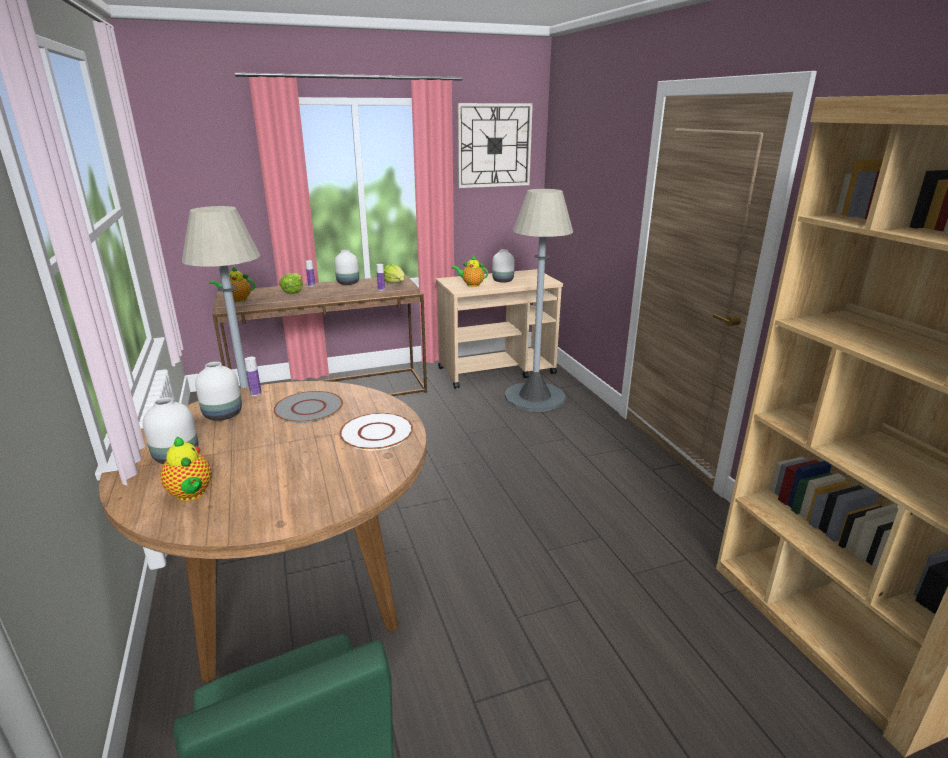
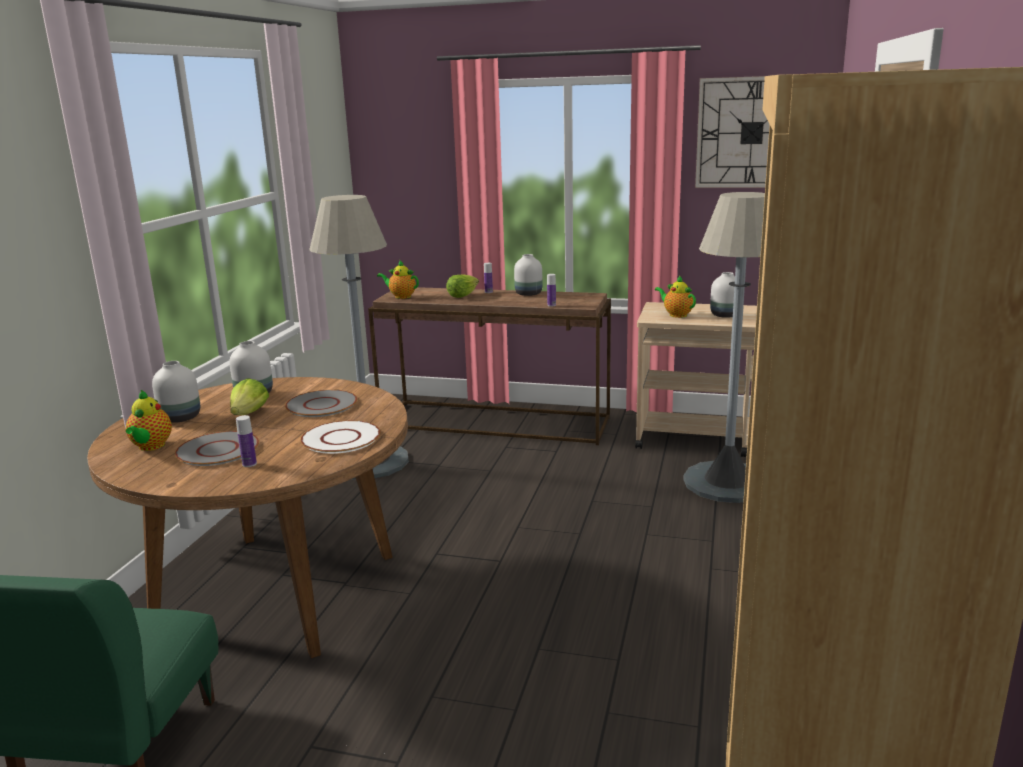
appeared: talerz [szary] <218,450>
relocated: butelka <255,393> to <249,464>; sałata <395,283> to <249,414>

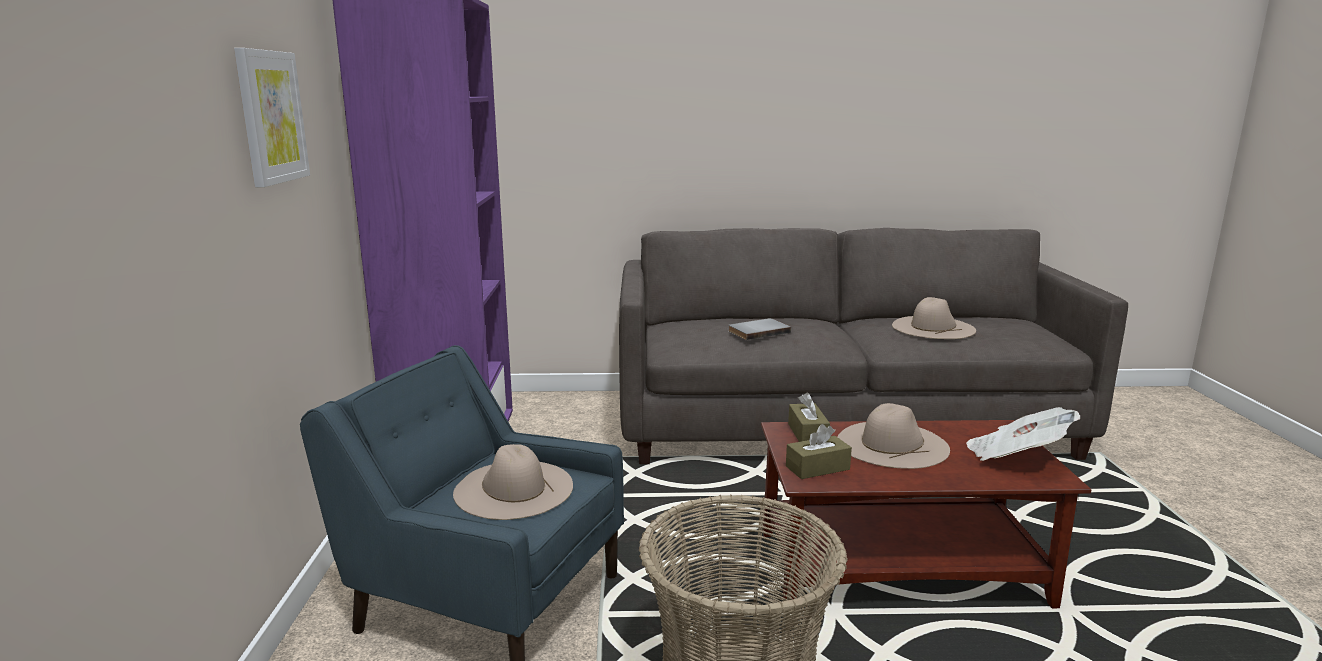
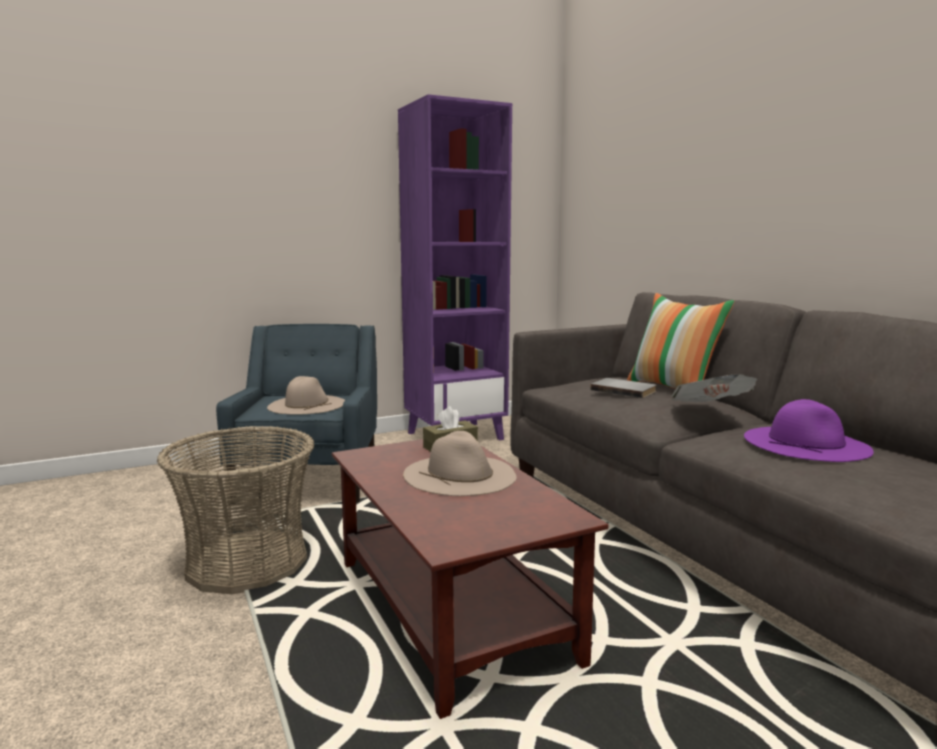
missing: obraz <270,117>; pudełko chusteczek [brązowy] <817,468>
appeared: poduszka <673,389>
relocated: gazeta <1015,457> to <710,411>
colour: kapelusz [beżowy] <933,327> to kapelusz [fioletowy] <806,443>

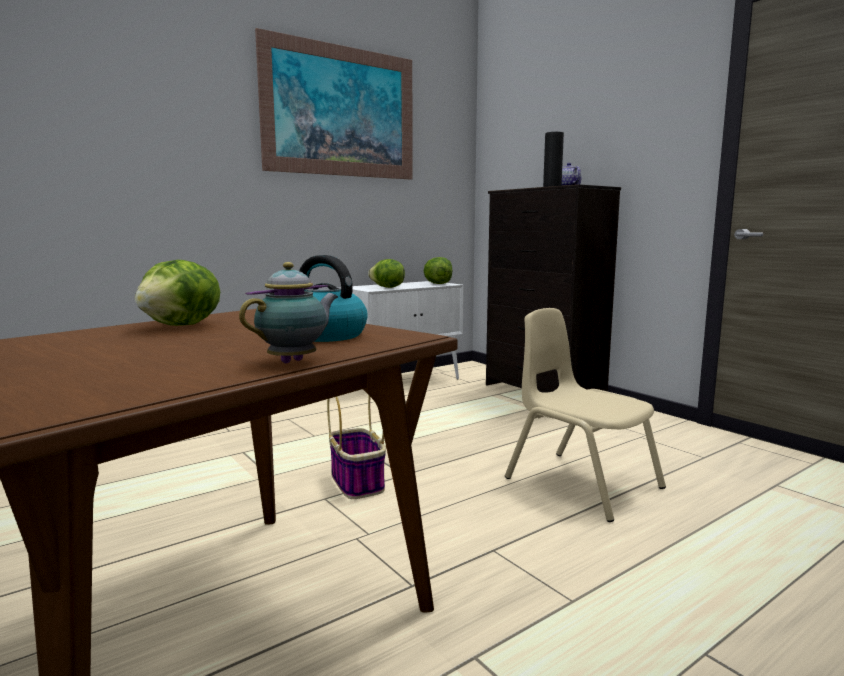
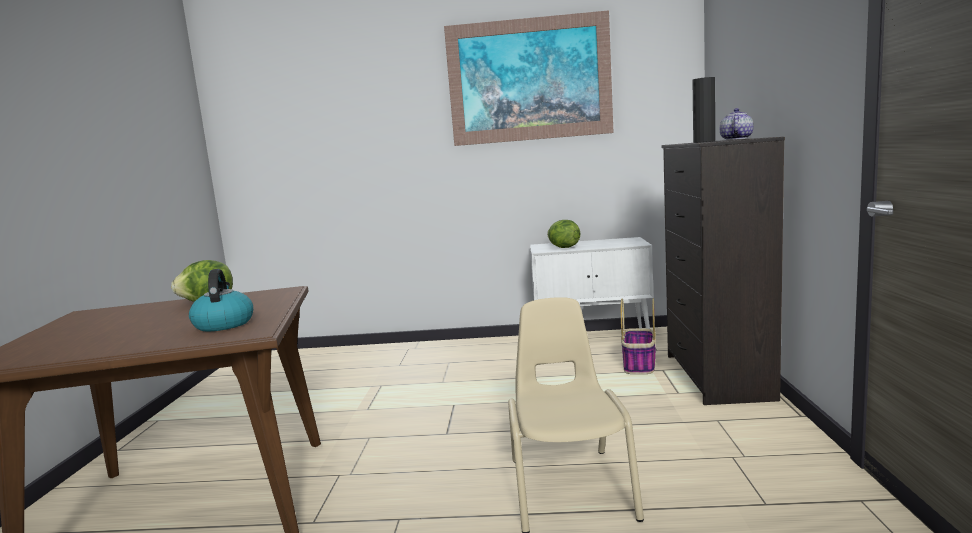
missing: imbryk <295,361>; sałata <438,284>
relocated: koszyk <358,482> to <639,365>

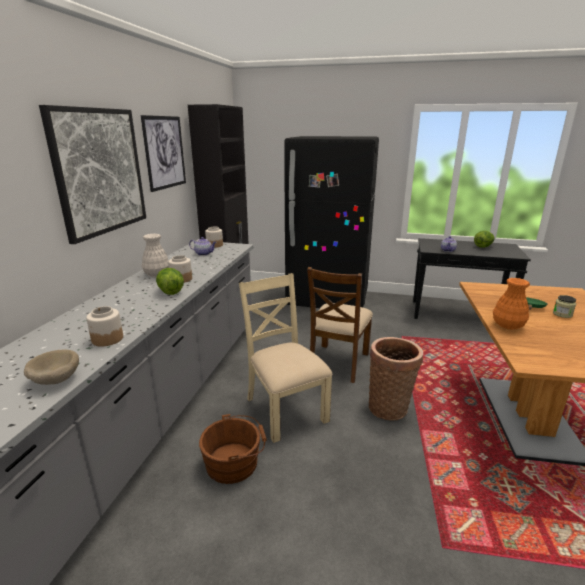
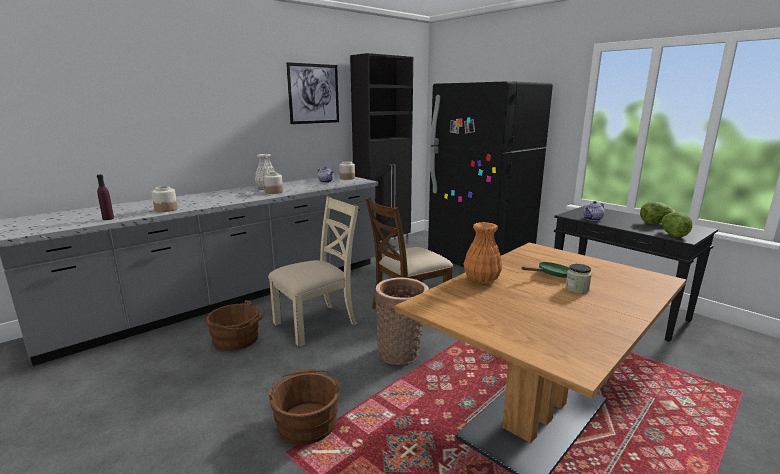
missing: obraz <100,172>
appeared: wiadro [brązowy] <307,421>
relocated: sałata <170,291> to <672,235>
exchanged: miska [beżowy] <55,380> to butelka [fioletowy] <108,218>
spun: krzesło [beżowy] <285,409> = <316,323> 45 degrees clockwise

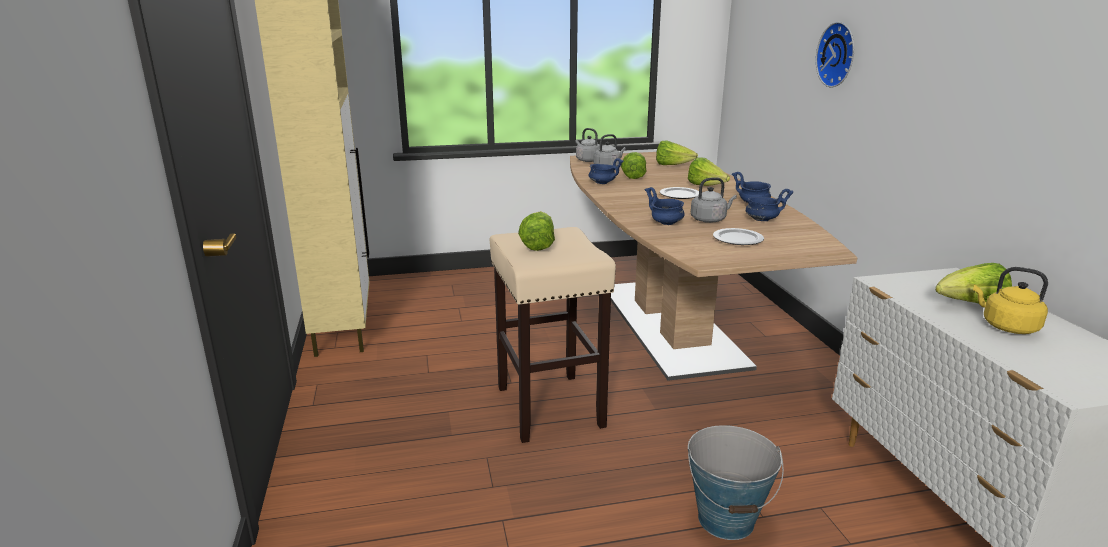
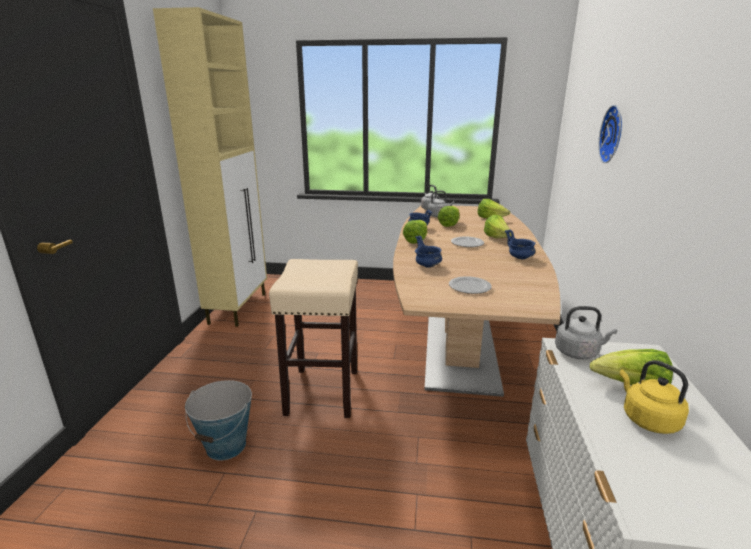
missing: miska [niebieski] <762,220>
relocated: sałata <538,244> to <416,240>; wiadro <726,519> to <226,446>; czajnik [szary] <710,220> to <578,352>

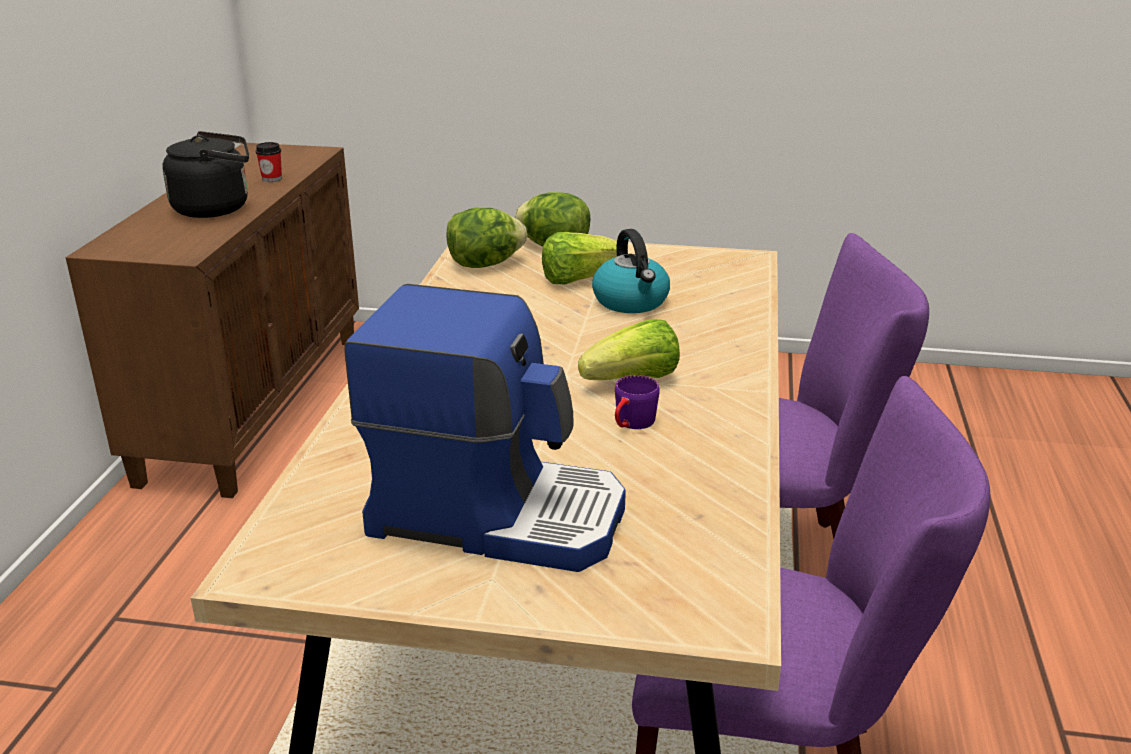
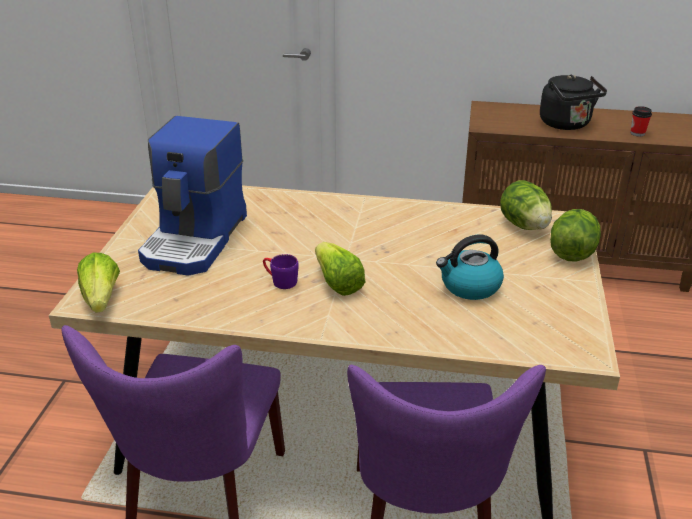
relocated: sałata <579,280> to <101,299>

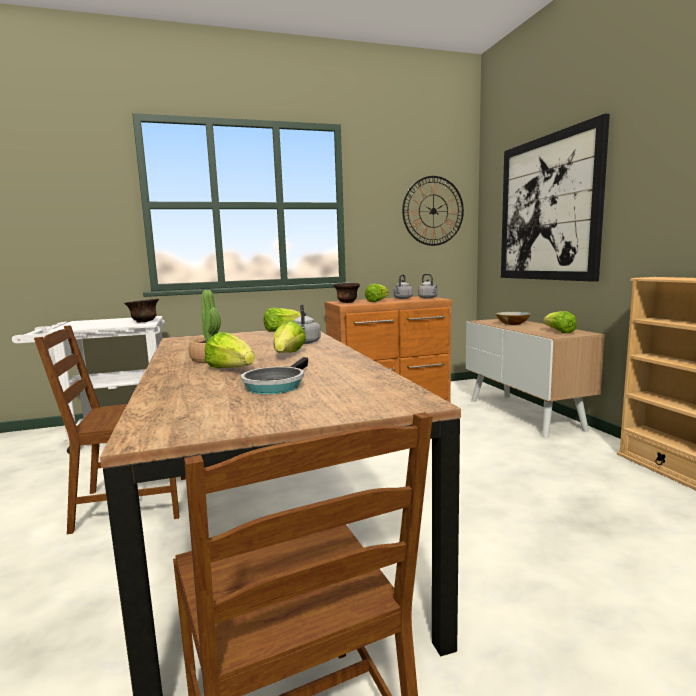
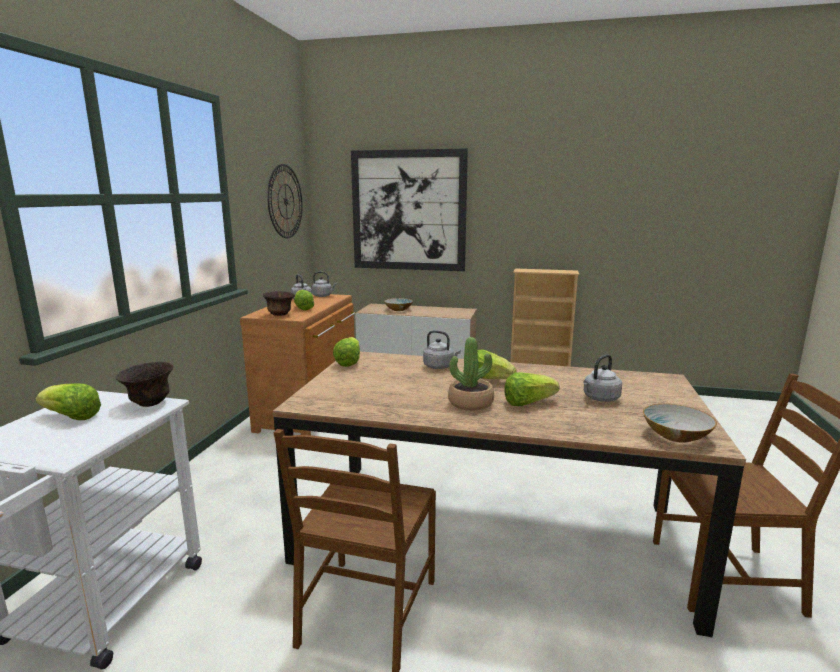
appeared: miska <675,435>
relocated: sałata <558,332> to <71,417>
exchanged: patelnia <276,385> to czajnik [szary] <600,398>

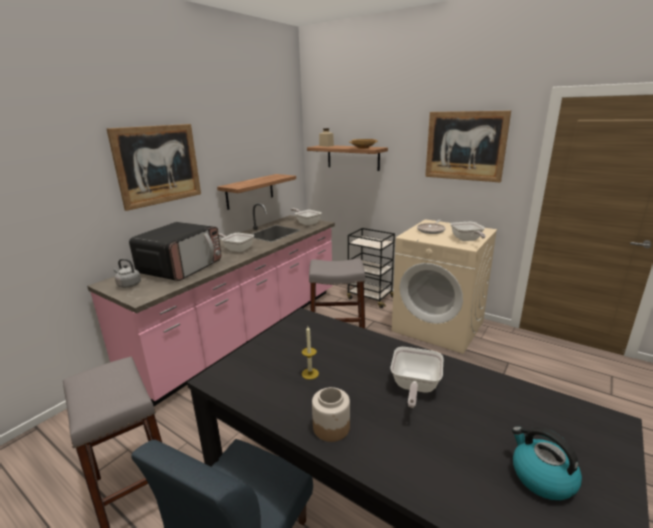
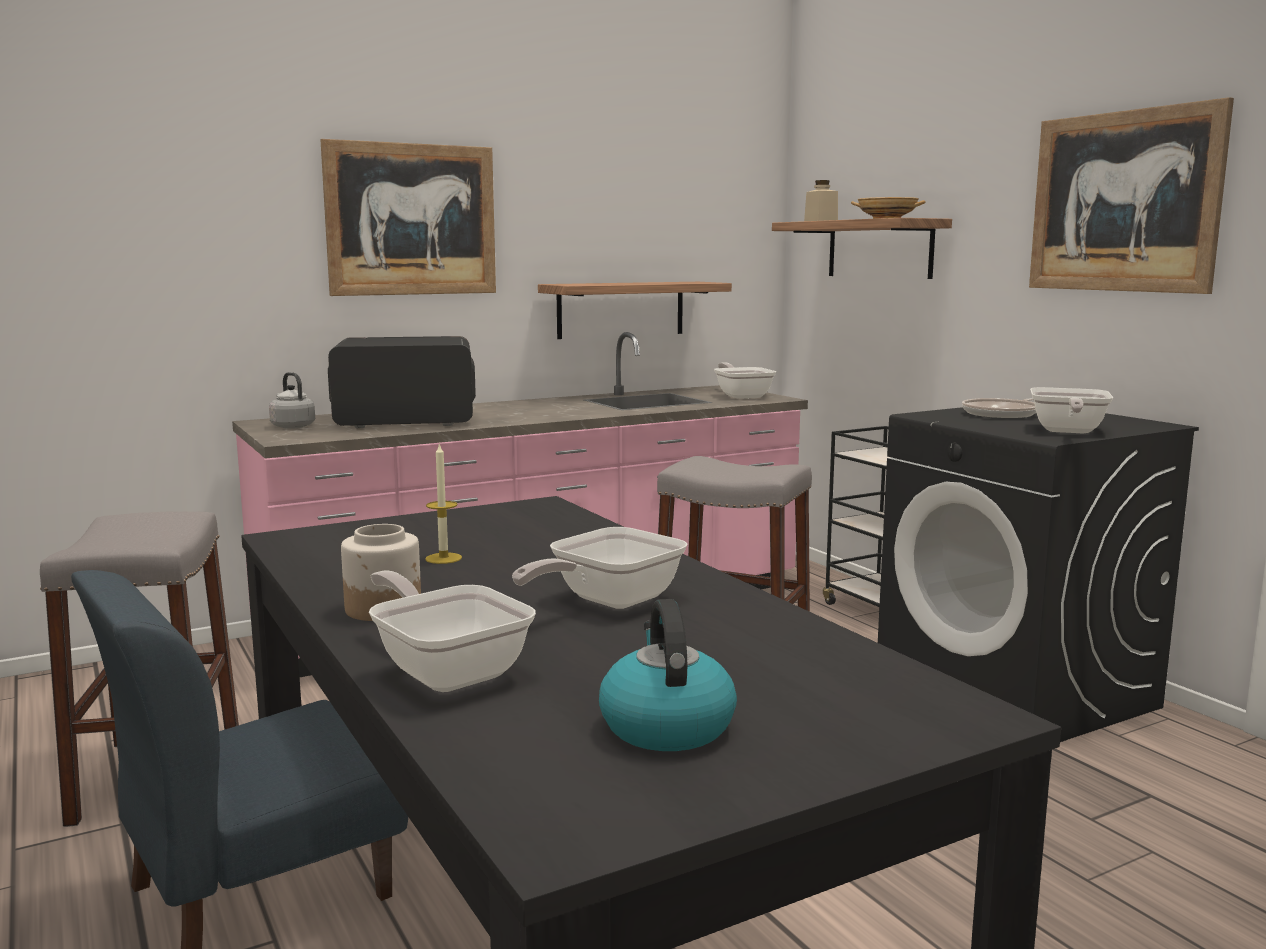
relocated: patelnia <236,249> to <446,670>
colour: pralka [beżowy] <438,326> to pralka [czarny] <1016,691>
spun: mikrofalówka <181,267> = <404,419> 150 degrees counterclockwise

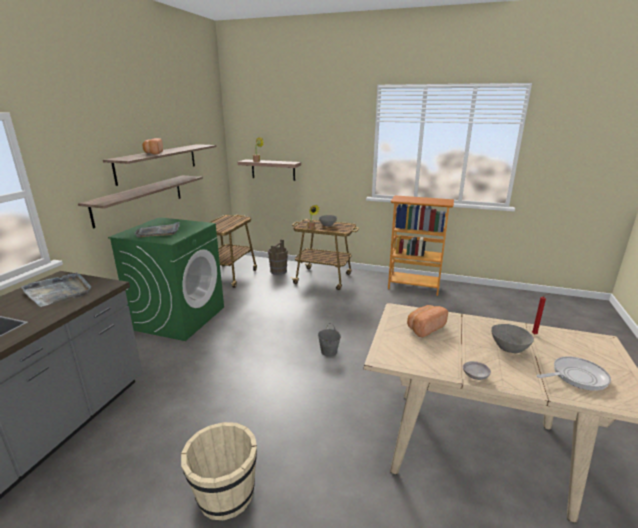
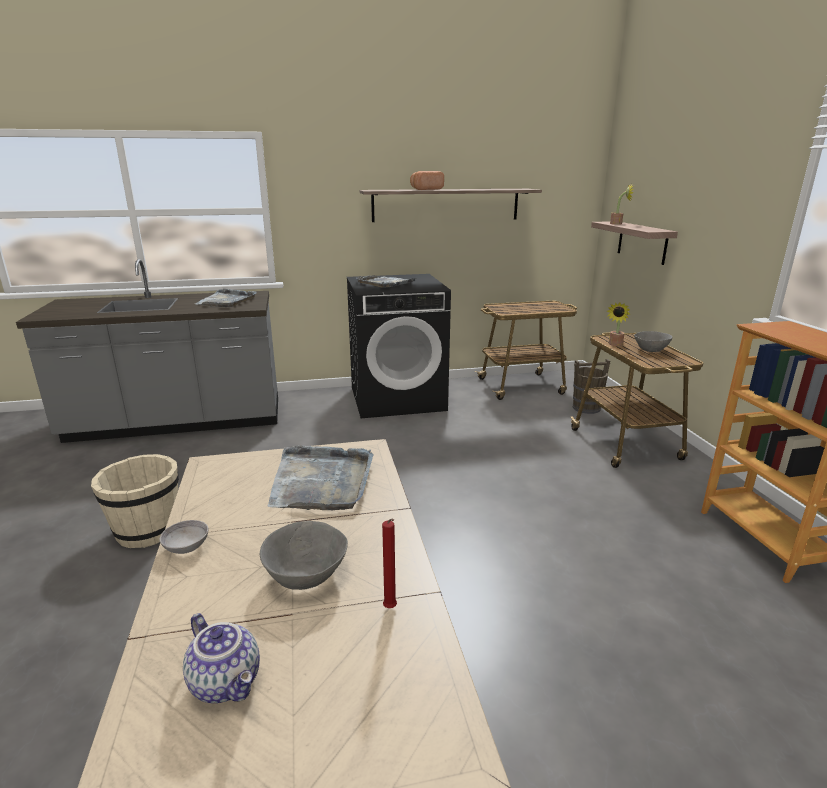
missing: półka <140,199>; wiadro [szary] <328,352>
exchanged: chleb <424,328> to taca [szary] <321,481>; patelnia <576,376> to imbryk <227,681>
colour: pralka [zielony] <179,317> to pralka [czarny] <398,398>

